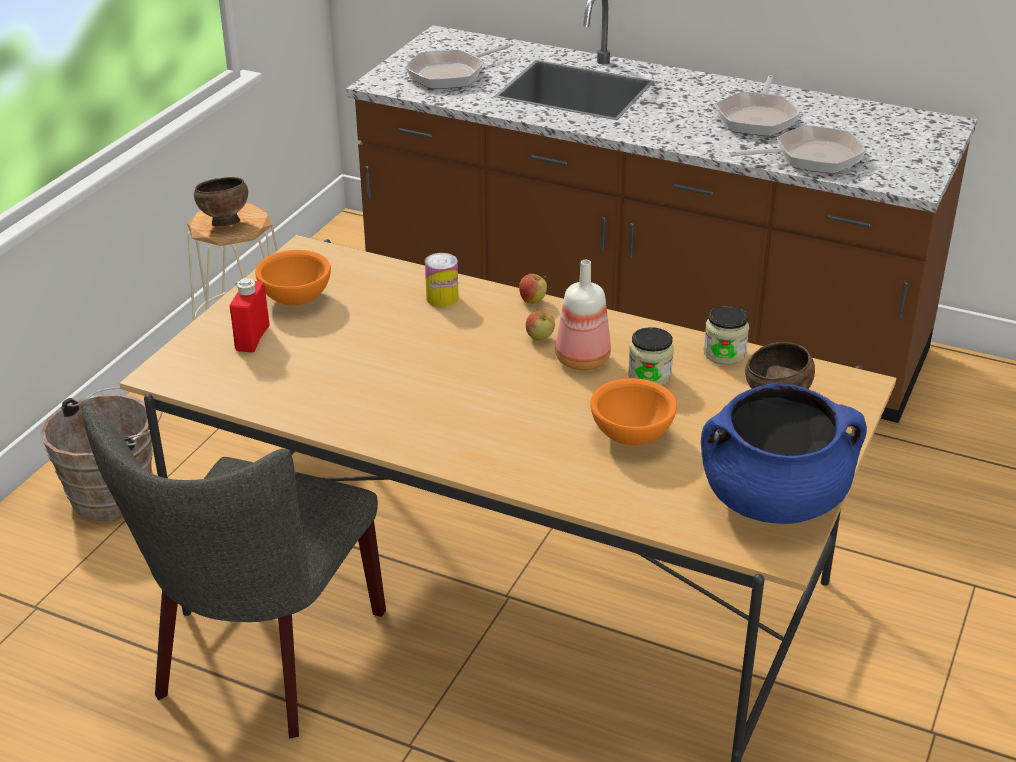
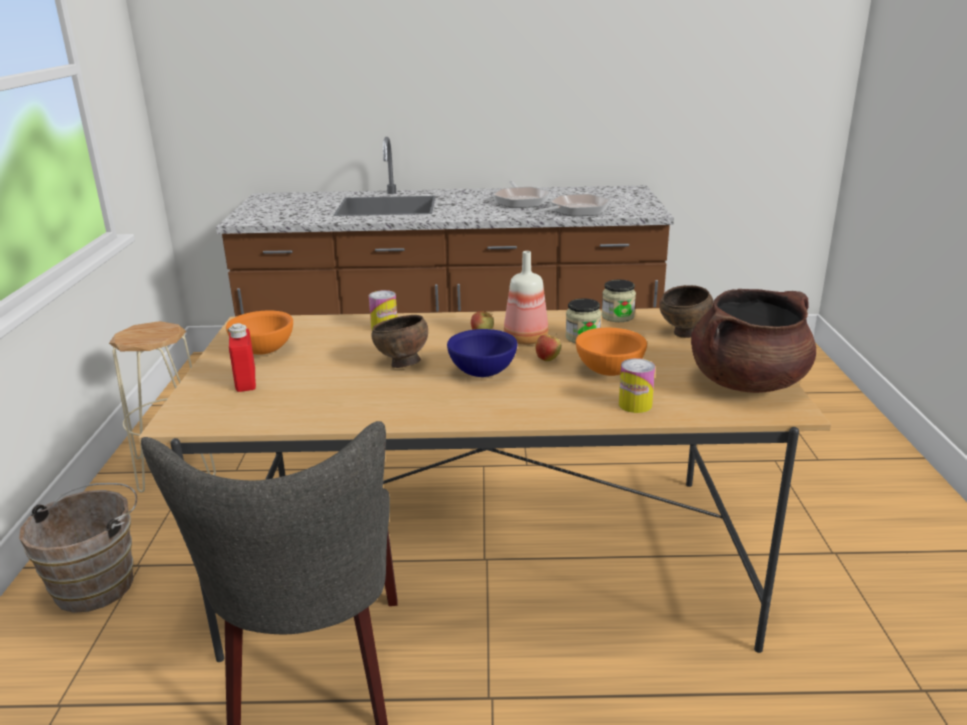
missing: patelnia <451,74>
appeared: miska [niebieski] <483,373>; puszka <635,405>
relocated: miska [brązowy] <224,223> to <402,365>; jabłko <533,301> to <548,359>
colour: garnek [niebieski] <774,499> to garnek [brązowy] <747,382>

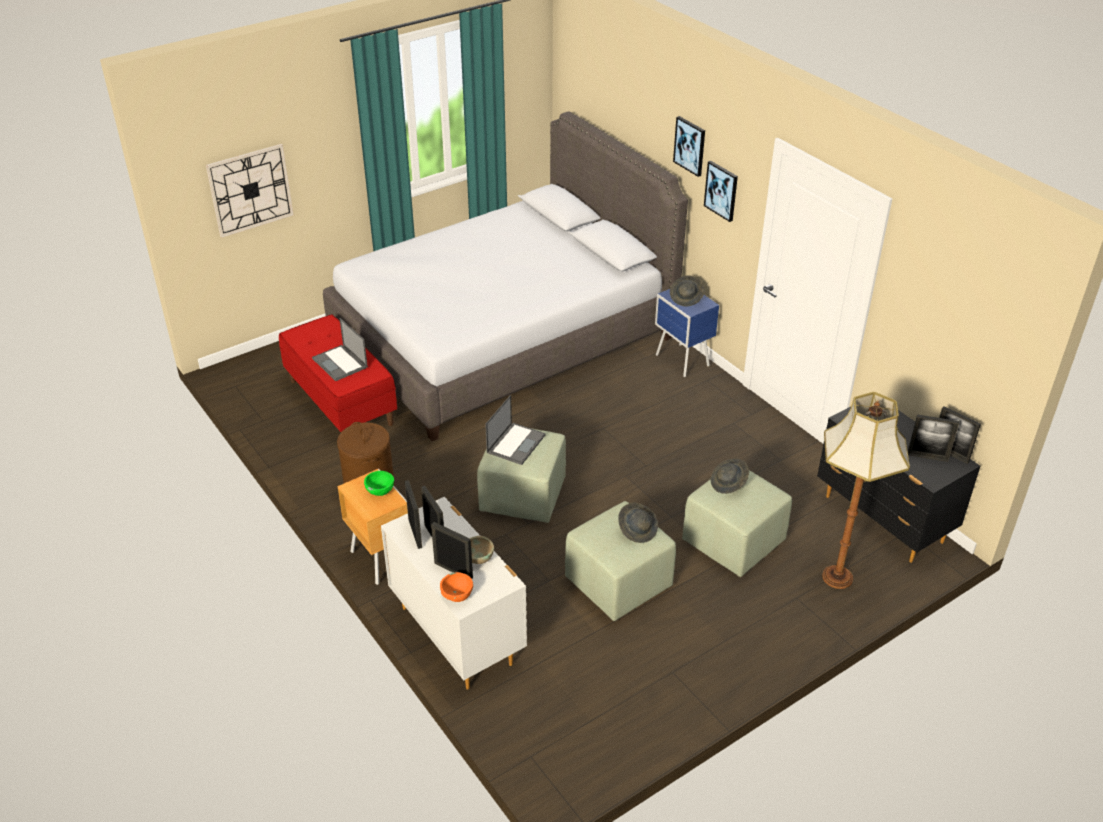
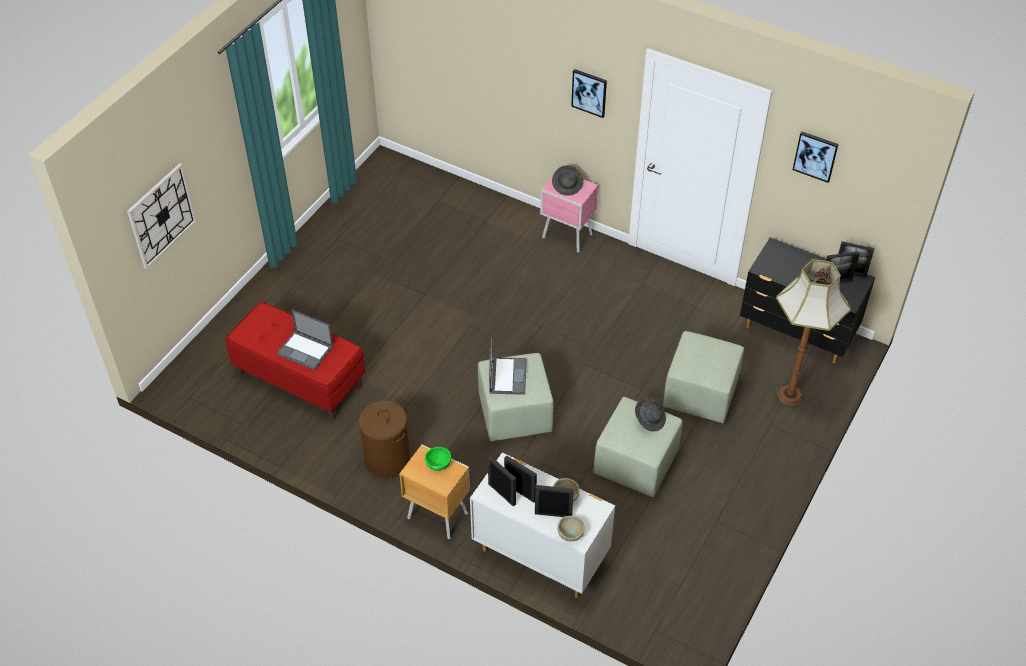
missing: łóżko [szary] <502,337>; kapelusz [szary] <728,483>
relocated: obraz <690,146> to <815,156>
colour: miska [pomarańczowy] <457,596> to miska [beżowy] <570,534>; szafka nocna [niebieski] <682,361> to szafka nocna [różowy] <567,237>

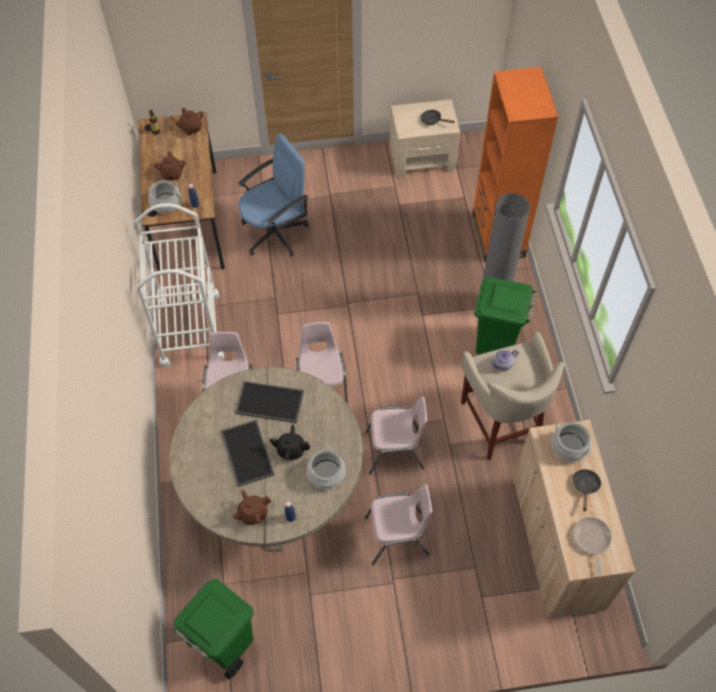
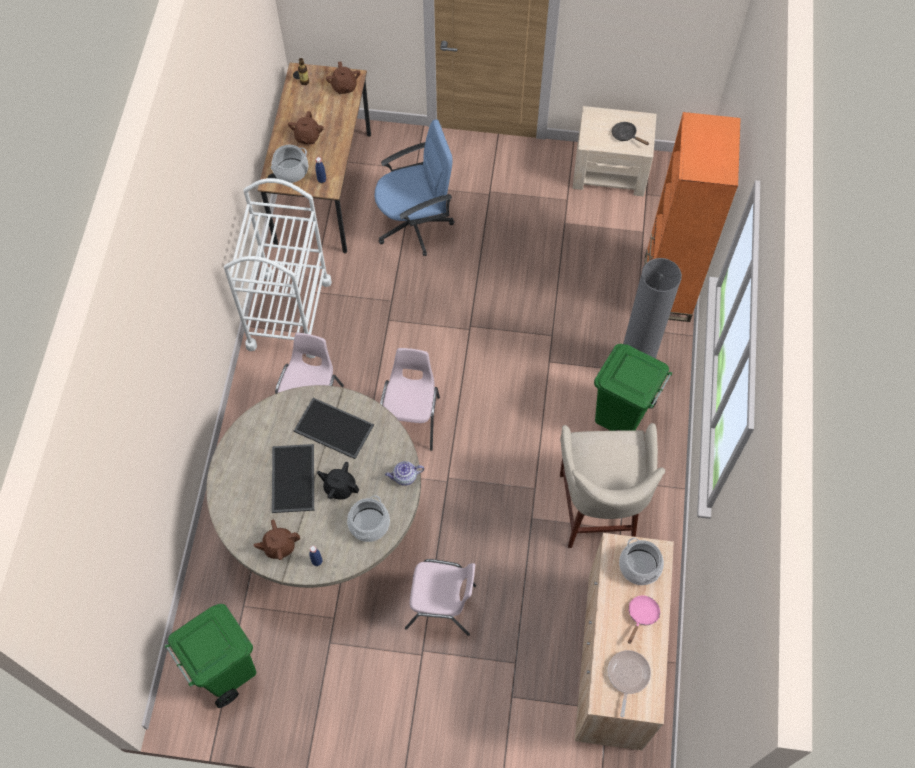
missing: krzesło [różowy] <395,451>
relocated: imbryk <502,364> to <404,477>
colour: patelnia [czarny] <585,486> to patelnia [różowy] <641,615>

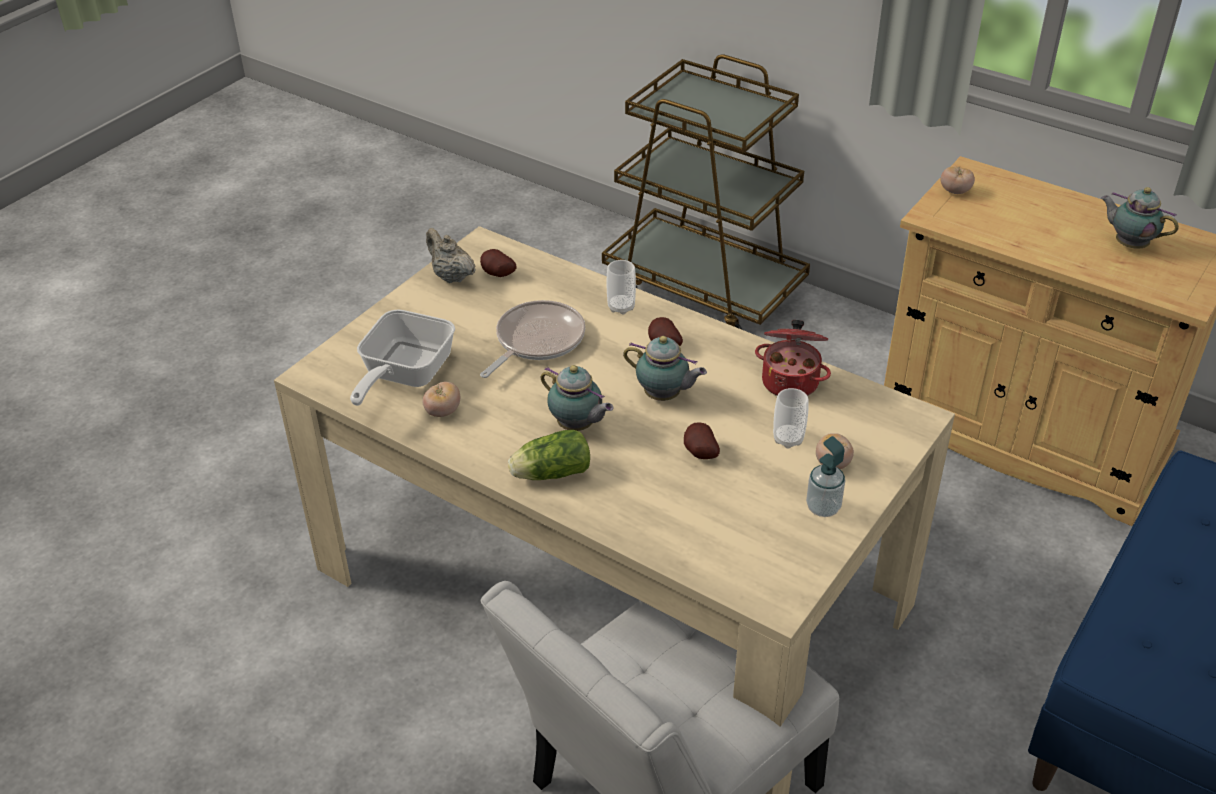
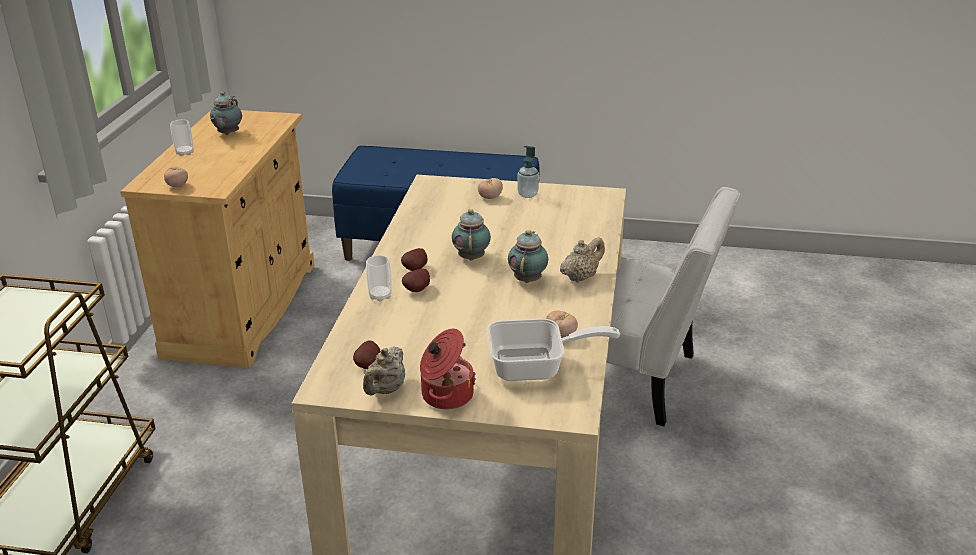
missing: patelnia <536,341>
relocated: ziemniak <699,453> to <418,290>; garnek <791,381> to <445,395>; filiżanka <788,439> to <185,153>
exchanged: sałata <549,473> to imbryk [beżowy] <581,277>

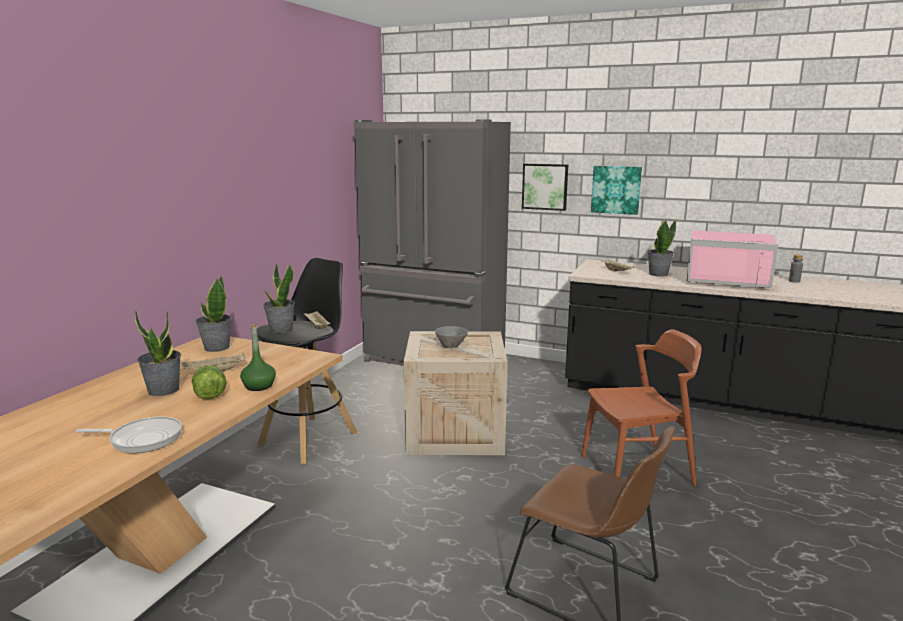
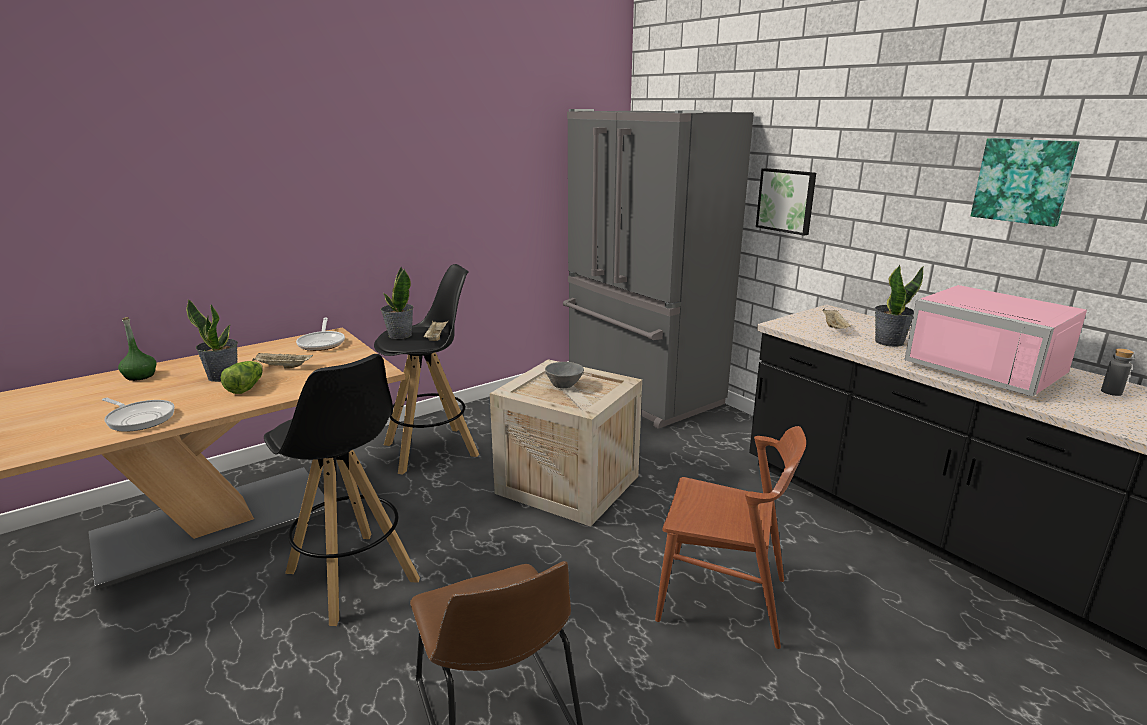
appeared: stołek [czarny] <353,577>
relocated: butelka [zielony] <259,386> to <140,376>; obraz <616,189> to <1023,181>
exchanged: roślina doniczkowa <216,347> to patelnia <322,343>

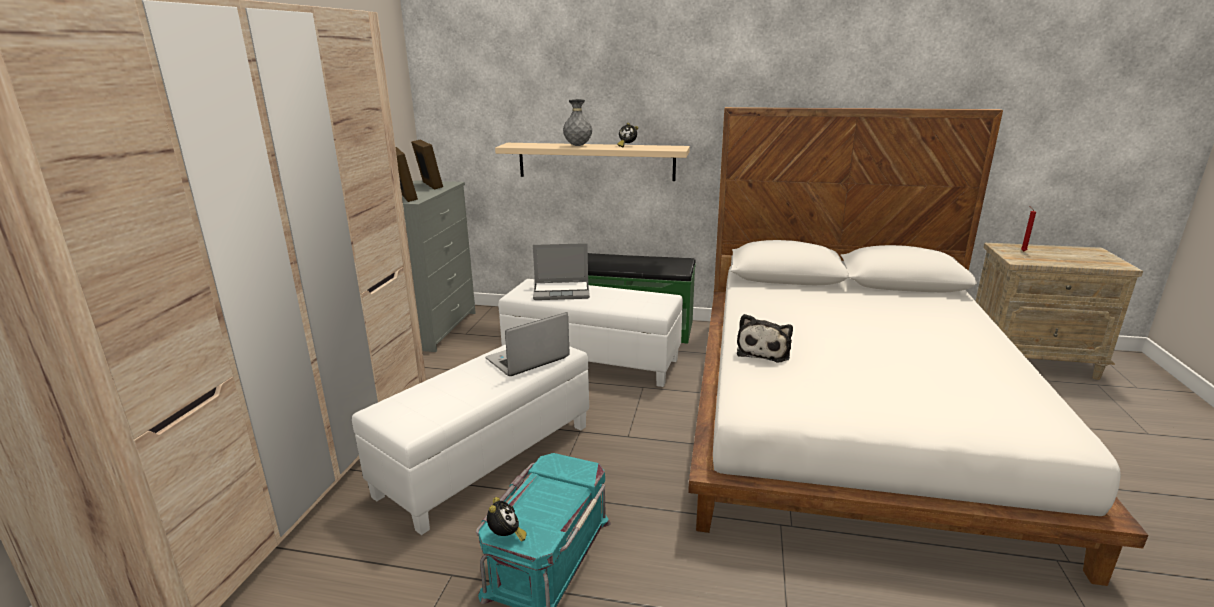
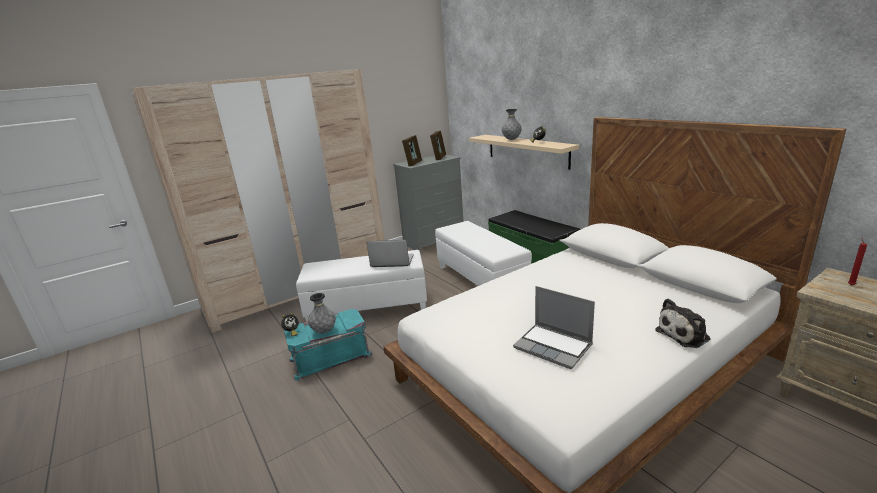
appeared: wazon [szary] <324,331>
relocated: laptop <562,291> to <554,347>; pluszak <764,351> to <685,334>

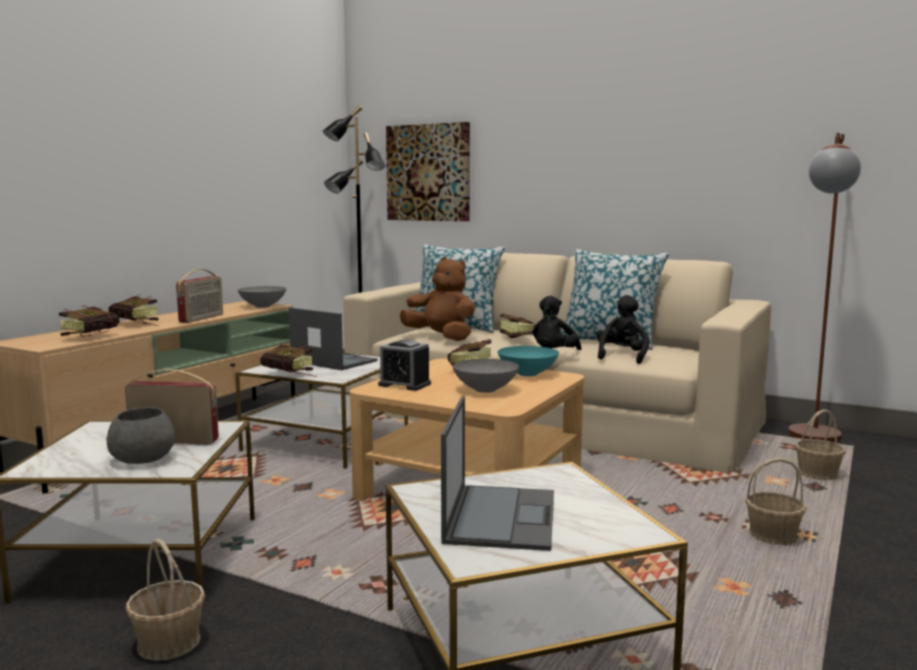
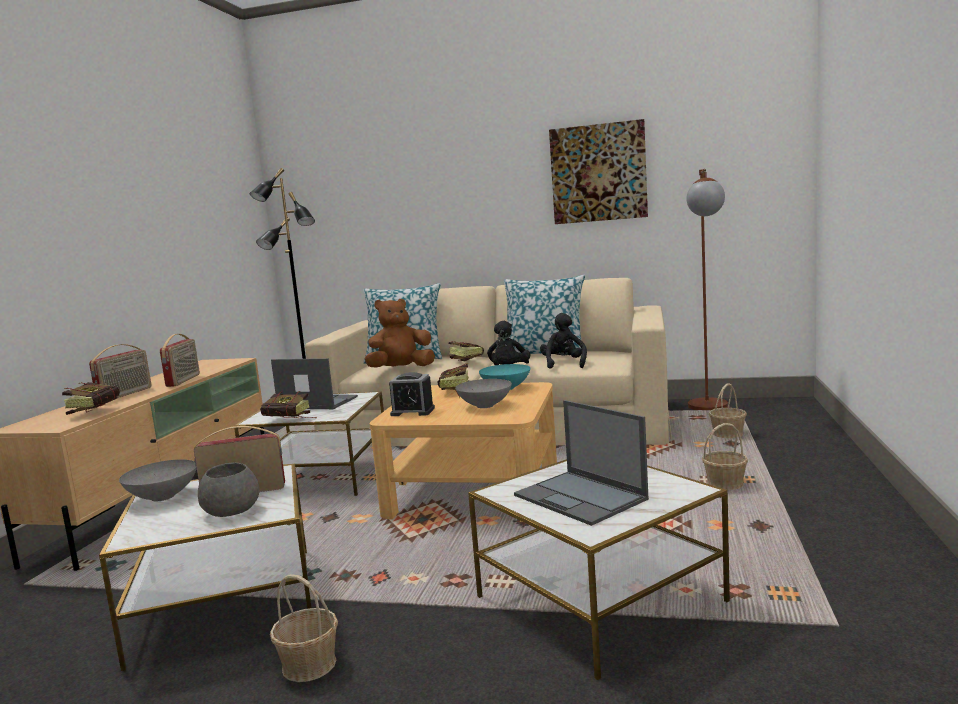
relocated: miska [szary] <263,306> to <164,497>; obraz <428,173> to <598,173>
exchanged: książka <137,324> to radio <125,394>
spun: pluszak [brązowy] <441,338> = <401,369> 45 degrees counterclockwise; laptop <500,516> = <581,498> 150 degrees clockwise

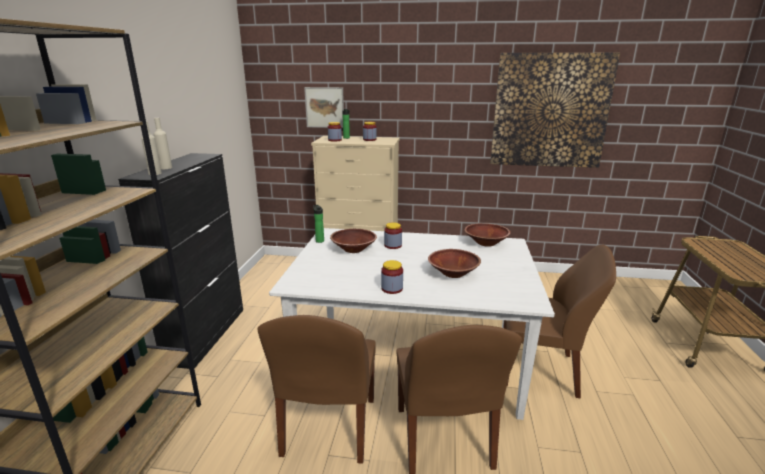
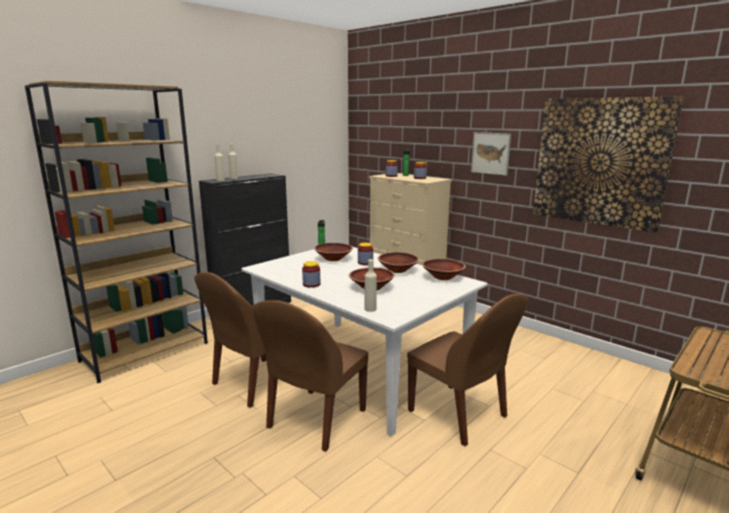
appeared: butelka [beżowy] <370,309>; miska [brązowy] <397,270>
relocated: obraz <324,107> to <490,153>

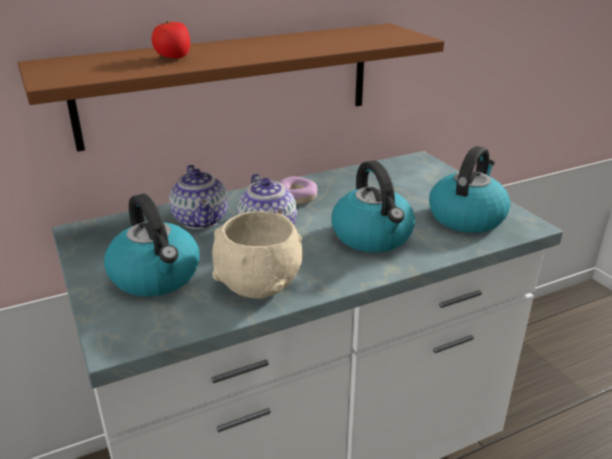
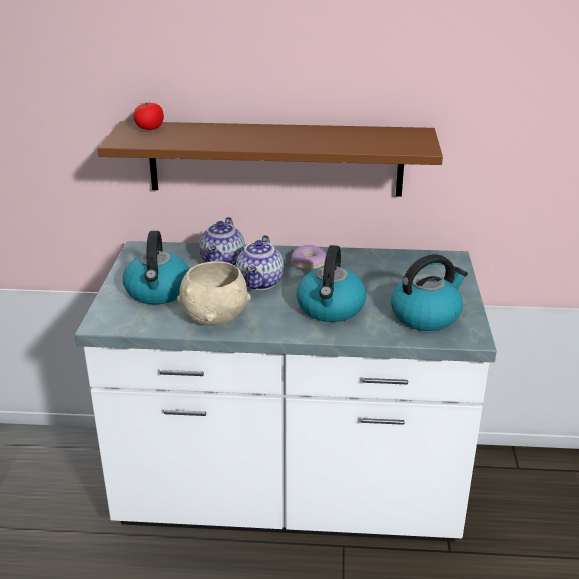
relocated: pomidor <174,57> to <149,128>

